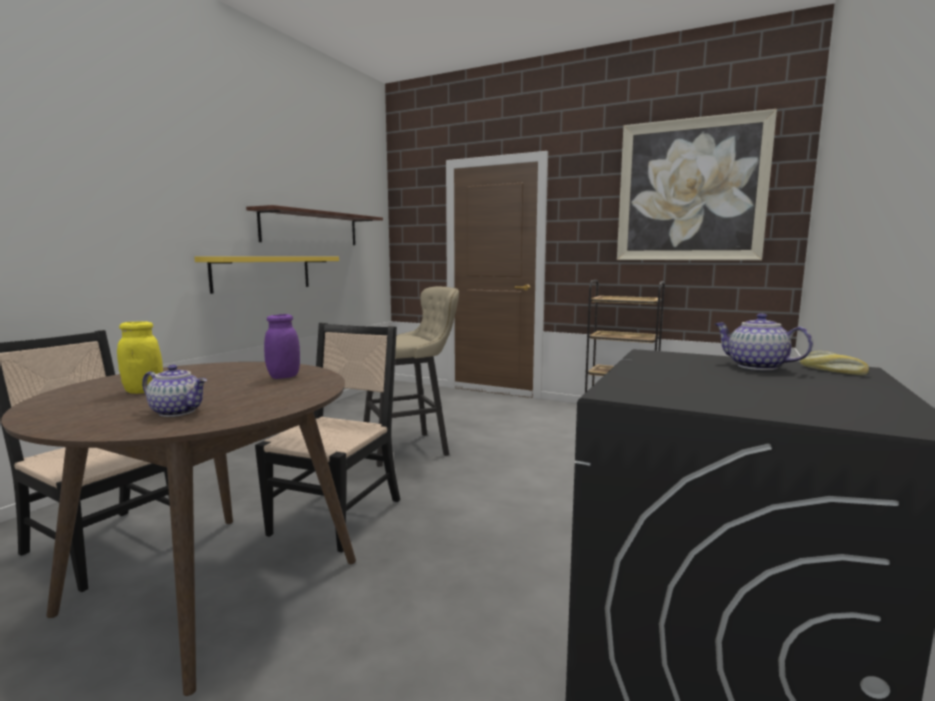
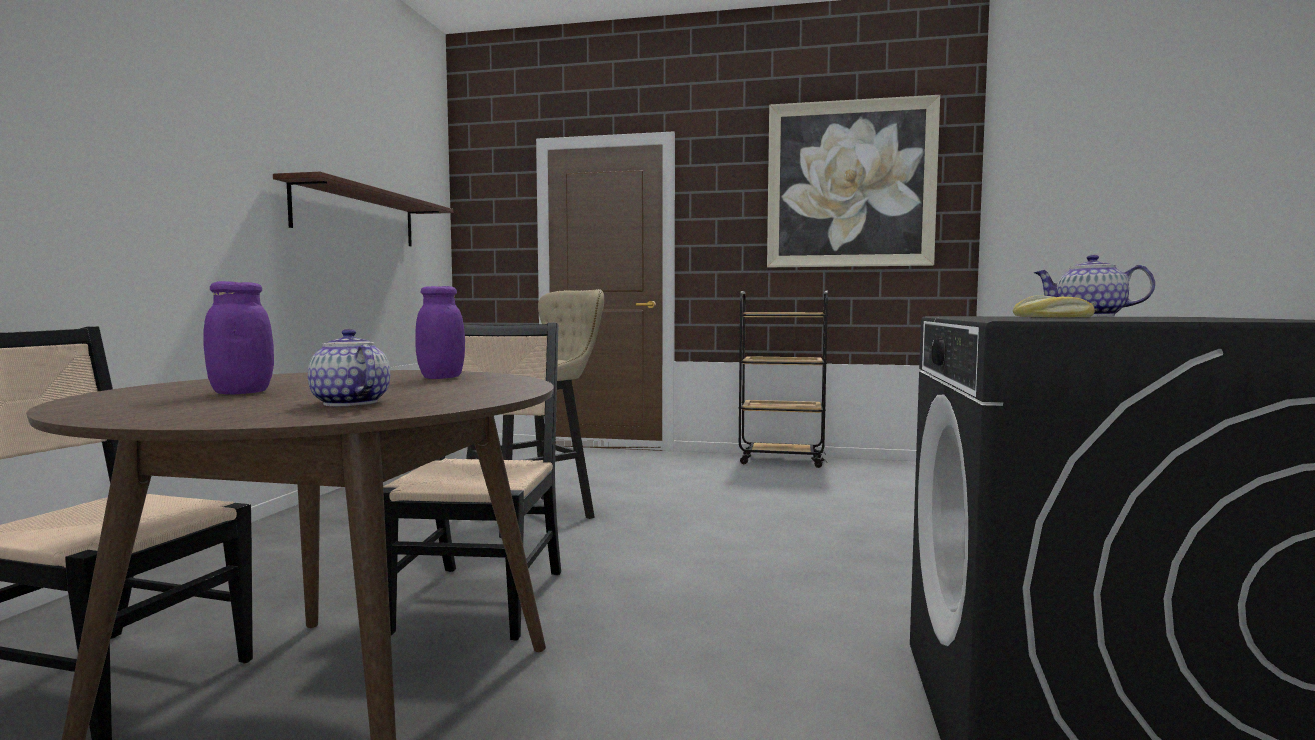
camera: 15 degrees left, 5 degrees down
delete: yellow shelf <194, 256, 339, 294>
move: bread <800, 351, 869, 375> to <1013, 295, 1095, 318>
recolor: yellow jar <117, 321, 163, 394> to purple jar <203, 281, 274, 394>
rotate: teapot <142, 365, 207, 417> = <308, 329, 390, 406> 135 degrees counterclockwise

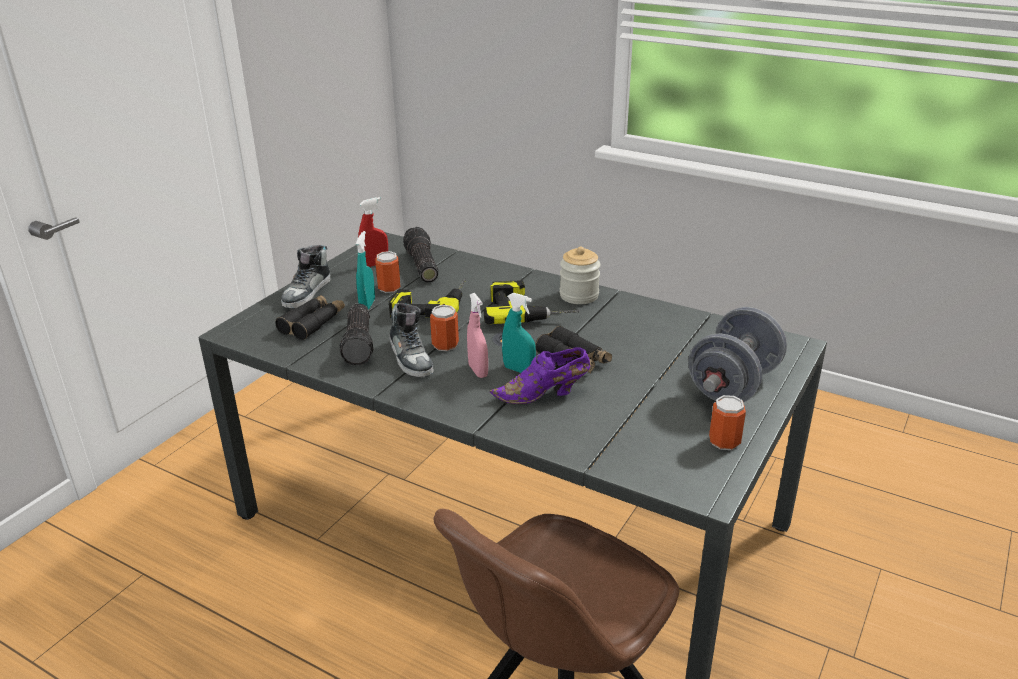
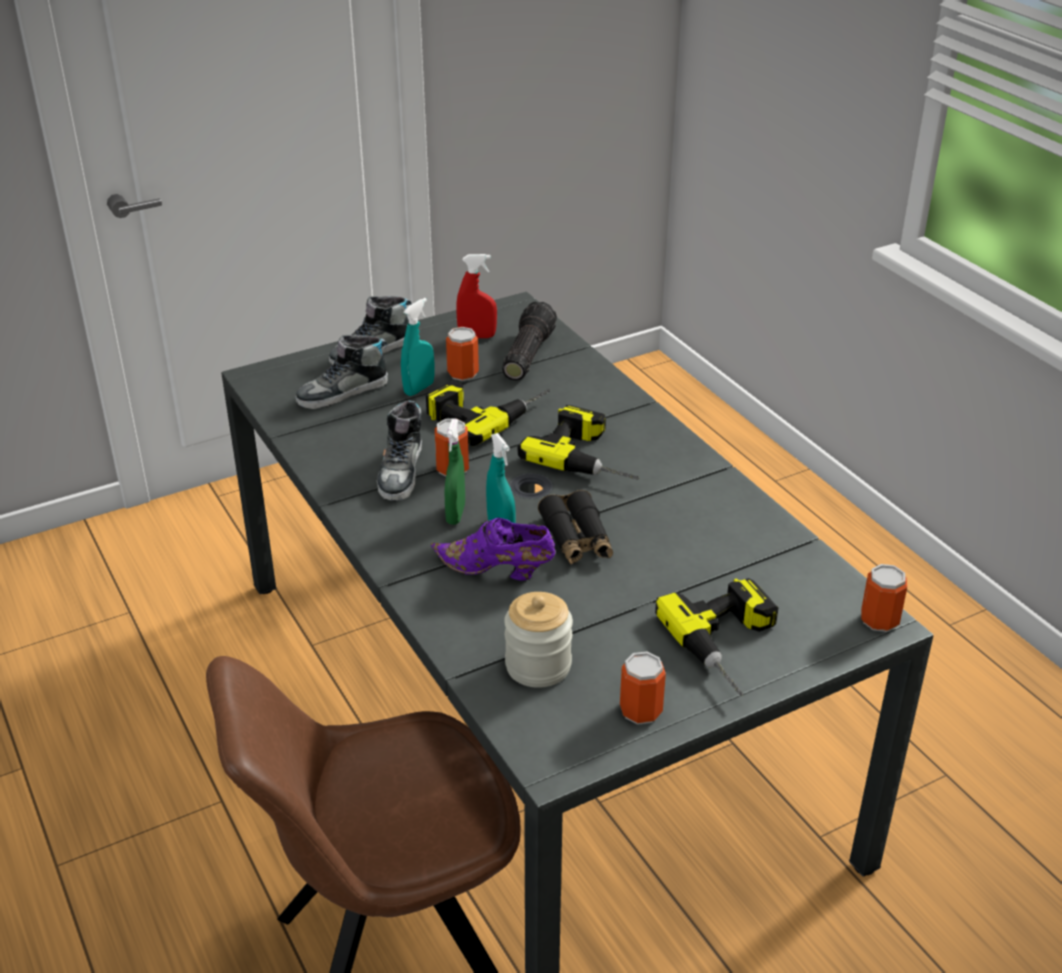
camera: 30 degrees right, 5 degrees up
delete: flashlight <339, 303, 373, 366>
insert: can <861, 564, 907, 632>
move: jar <560, 247, 601, 304> to <504, 592, 573, 688>
replace: black binoculars <275, 295, 345, 340> to shoe <296, 335, 388, 409>; grey dumbbell <688, 307, 787, 402> to power drill <655, 578, 778, 696>
recolor: pink spray bottle <467, 293, 488, 378> to green spray bottle <445, 419, 465, 525>

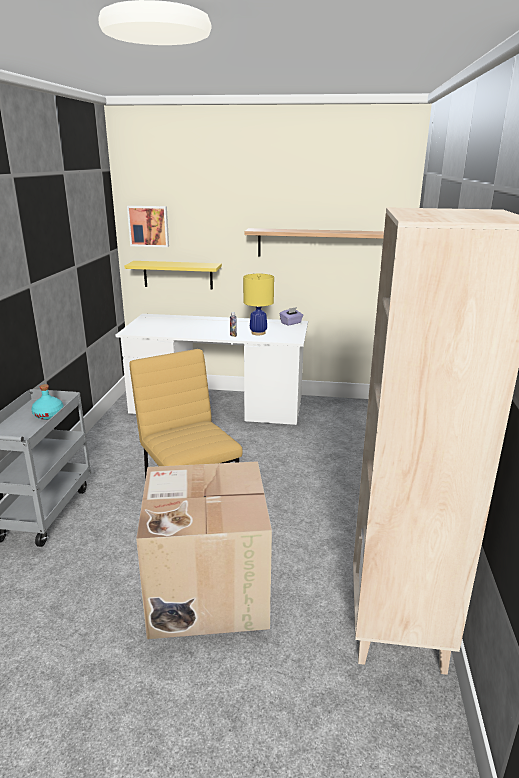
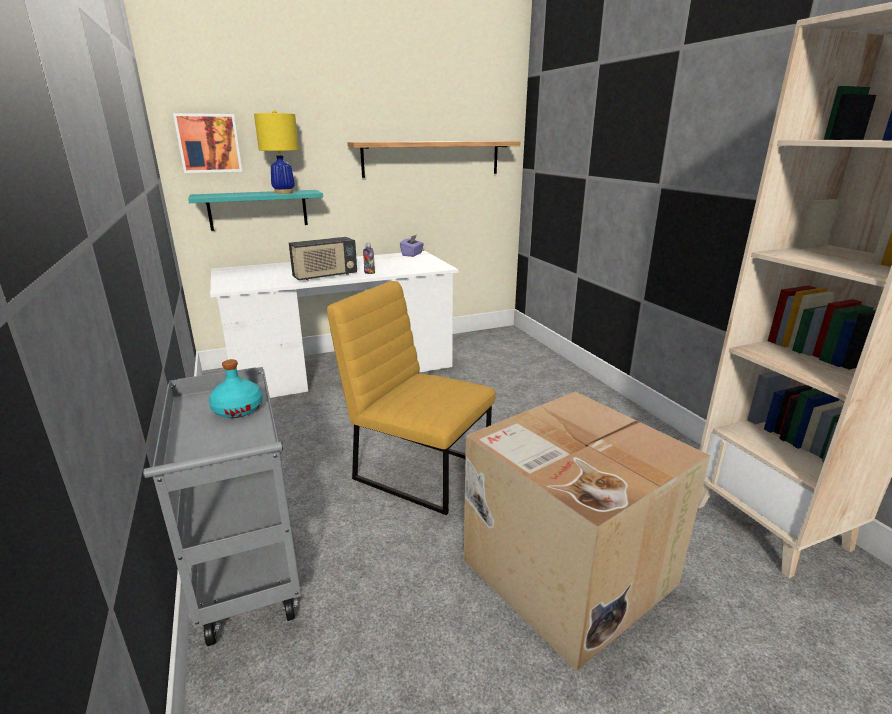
camera: 30 degrees left, 0 degrees up
insert: radio <289, 237, 357, 281>
move: yellow table lamp <243, 274, 274, 335> to <254, 110, 299, 193>
recolor: yellow shelf <125, 261, 222, 289> to turquoise shelf <188, 190, 323, 231>

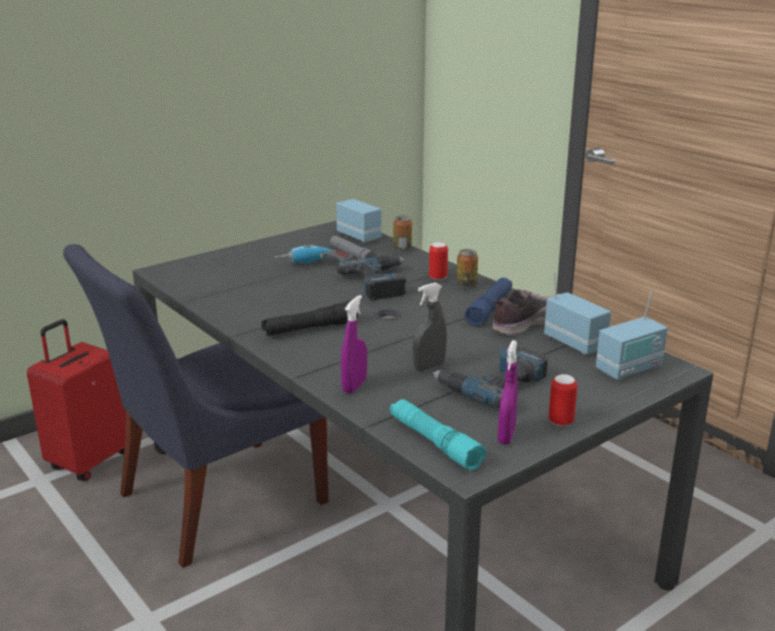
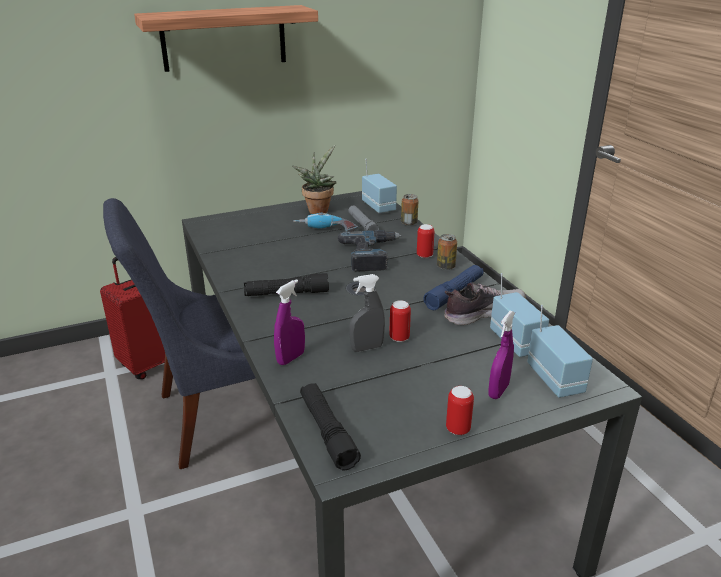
camera: 15 degrees right, 5 degrees up
delete: power drill <433, 345, 548, 409>
insert: shelf <134, 5, 318, 72>; potted plant <292, 145, 337, 214>; can <389, 300, 411, 342>
move: purple spray bottle <498, 340, 518, 444> to <488, 311, 515, 399>
recolor: turquoise flashlight <390, 399, 486, 471> to black flashlight <300, 383, 361, 471>
rotate: radio <596, 292, 668, 380> = <527, 305, 593, 398> 90 degrees counterclockwise

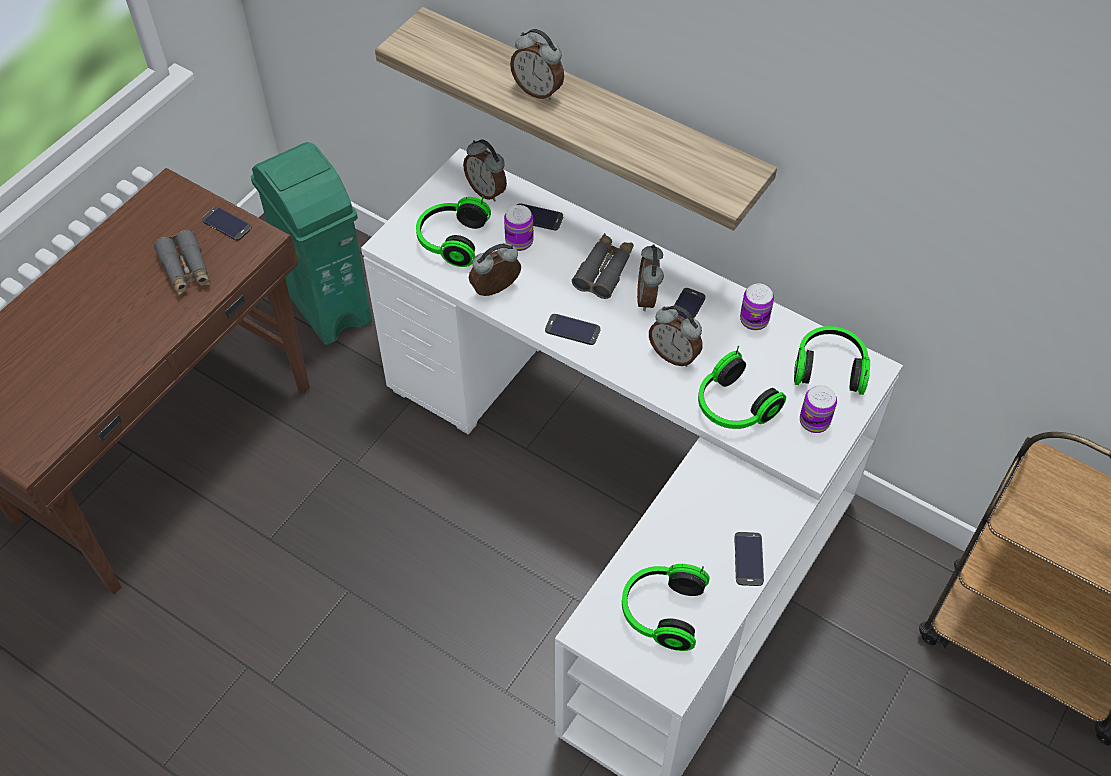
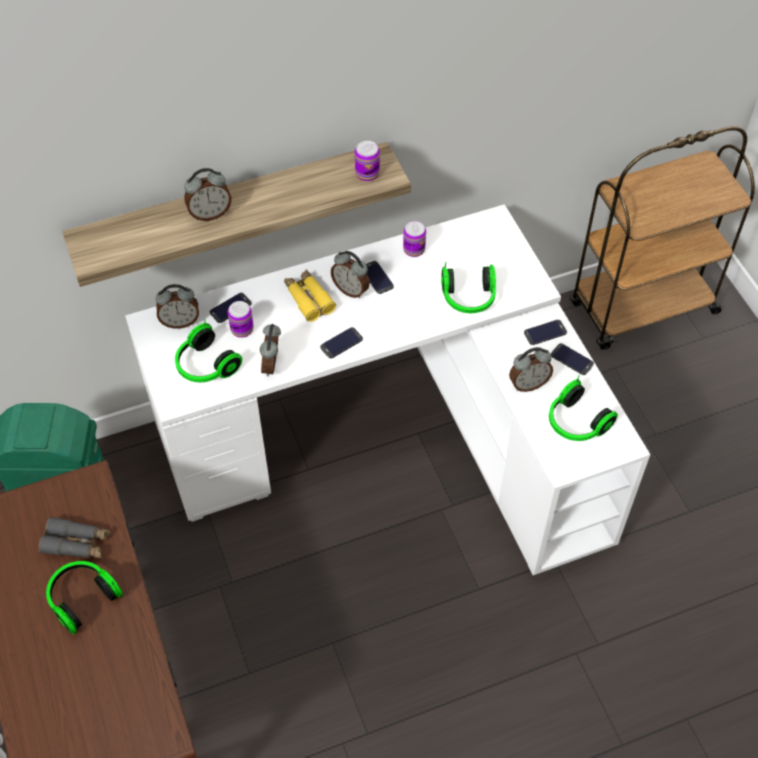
camera: 55 degrees left, 0 degrees up
move: headphones <794, 326, 870, 395> to <46, 561, 123, 634>; can <800, 385, 837, 433> to <355, 141, 380, 181>; alarm clock <649, 306, 703, 367> to <509, 347, 553, 392>; phone <202, 207, 252, 241> to <524, 320, 567, 345>
recolor: grey binoculars <572, 233, 634, 299> to yellow binoculars <284, 270, 336, 322>

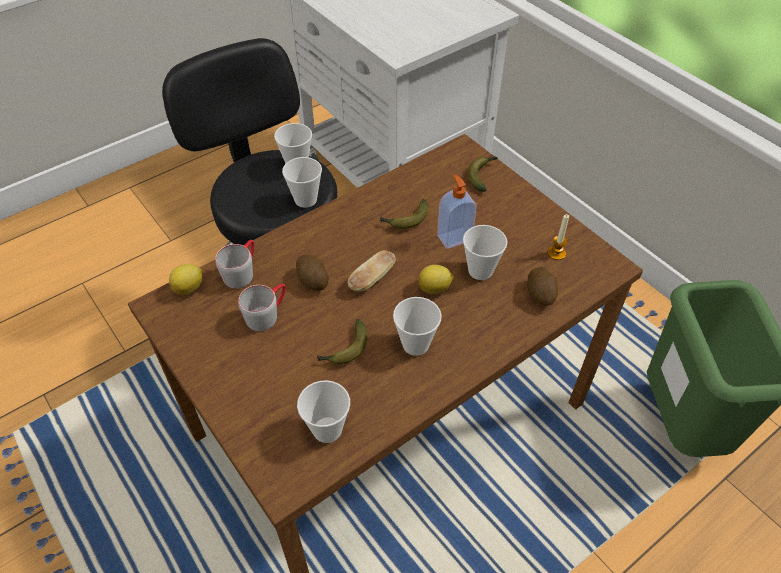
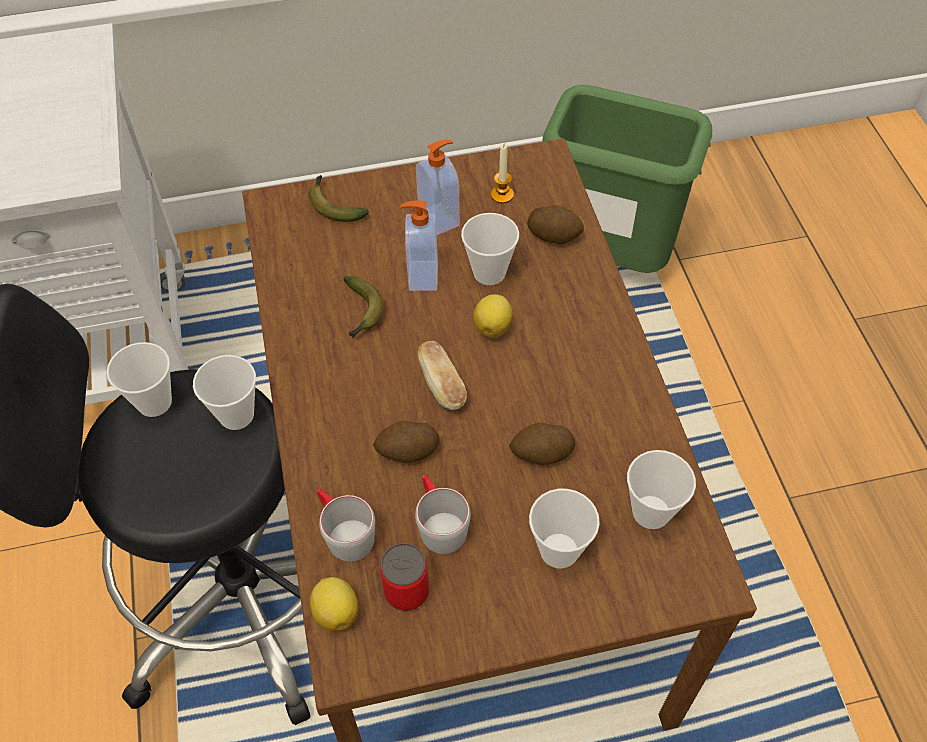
camera: 65 degrees left, 5 degrees up
insert: can <380, 543, 429, 611>; soap dispenser <416, 140, 460, 235>
move: cup <393, 297, 442, 356> to <529, 489, 600, 568>
replace: banana <317, 319, 367, 364> to potato <509, 423, 575, 465>

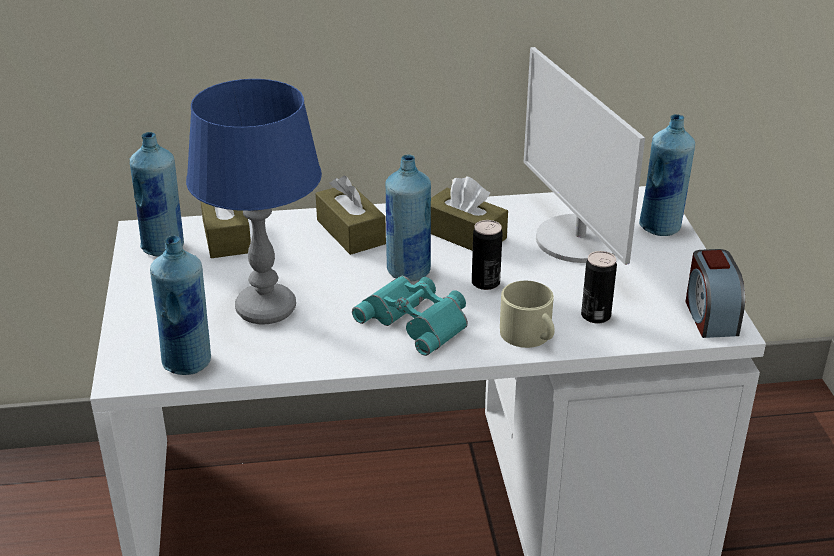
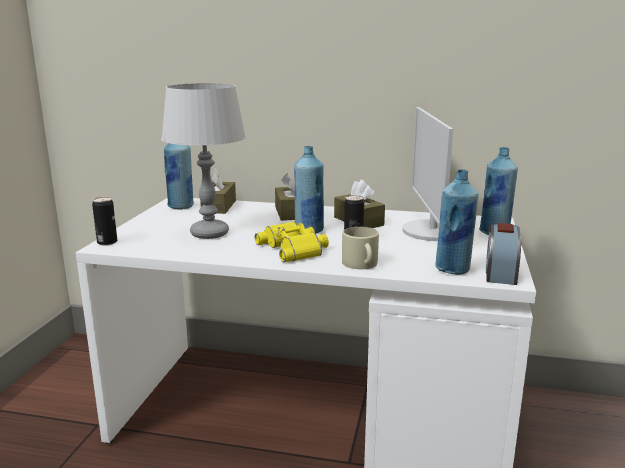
camera: 20 degrees right, 15 degrees down
move: can <581, 251, 617, 324> to <92, 197, 117, 245>; blue bottle <150, 236, 211, 375> to <435, 169, 479, 275>
recolor: blue table lamp <186, 79, 322, 324> to grey table lamp <161, 83, 246, 239>; turquoise binoculars <352, 276, 468, 356> to yellow binoculars <255, 222, 329, 262>

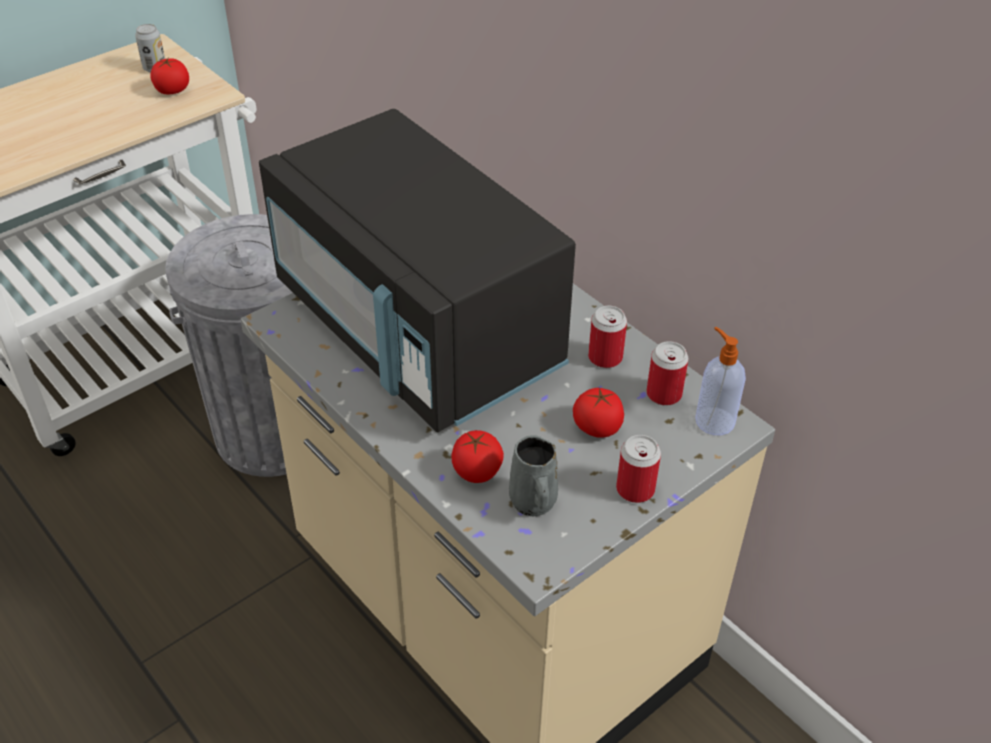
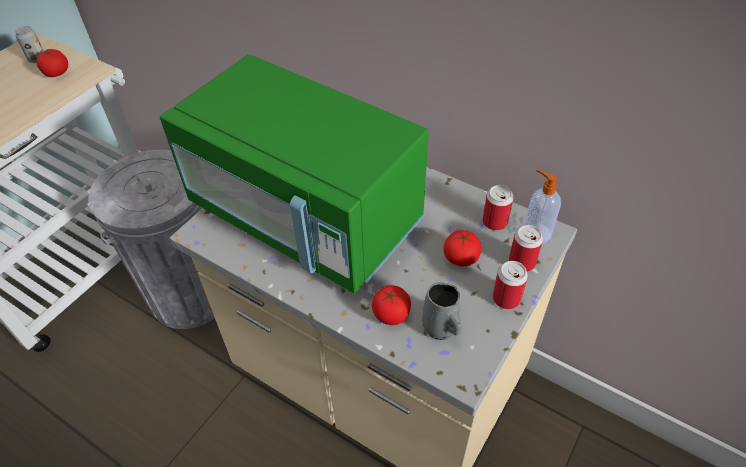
camera: 15 degrees left, 5 degrees up
move: can <588, 306, 627, 368> to <509, 225, 543, 272>
recolor: black microwave <259, 109, 576, 432> to green microwave <160, 55, 429, 293>

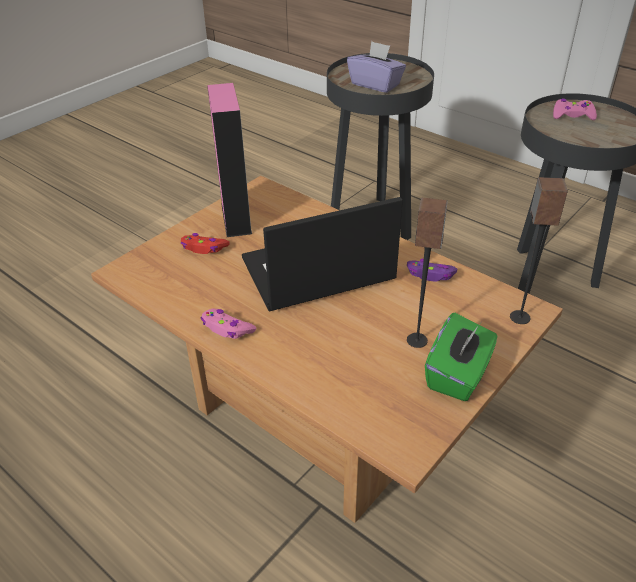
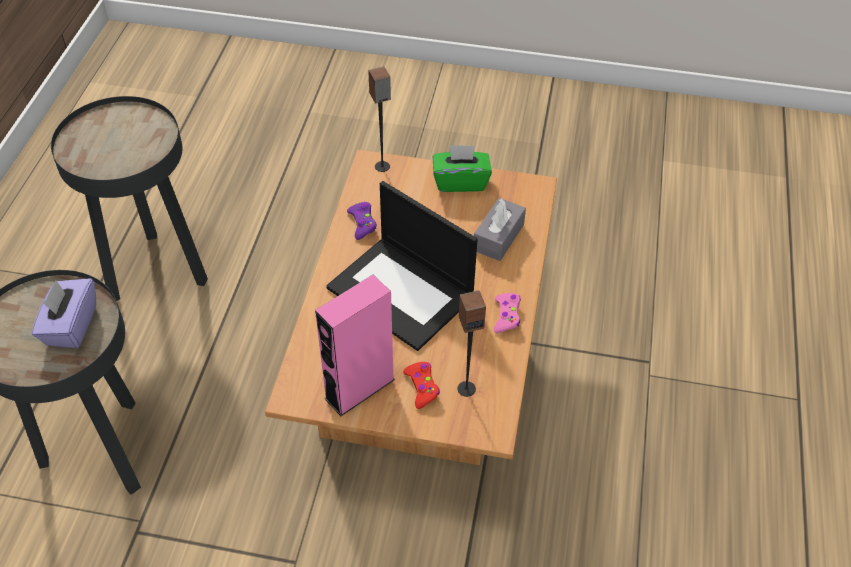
camera: 120 degrees left, 10 degrees up
delete: pink game controller <553, 98, 597, 120>
insert: grey tissue box <474, 198, 526, 261>
move: speaker <407, 198, 448, 348> to <457, 290, 486, 397>

